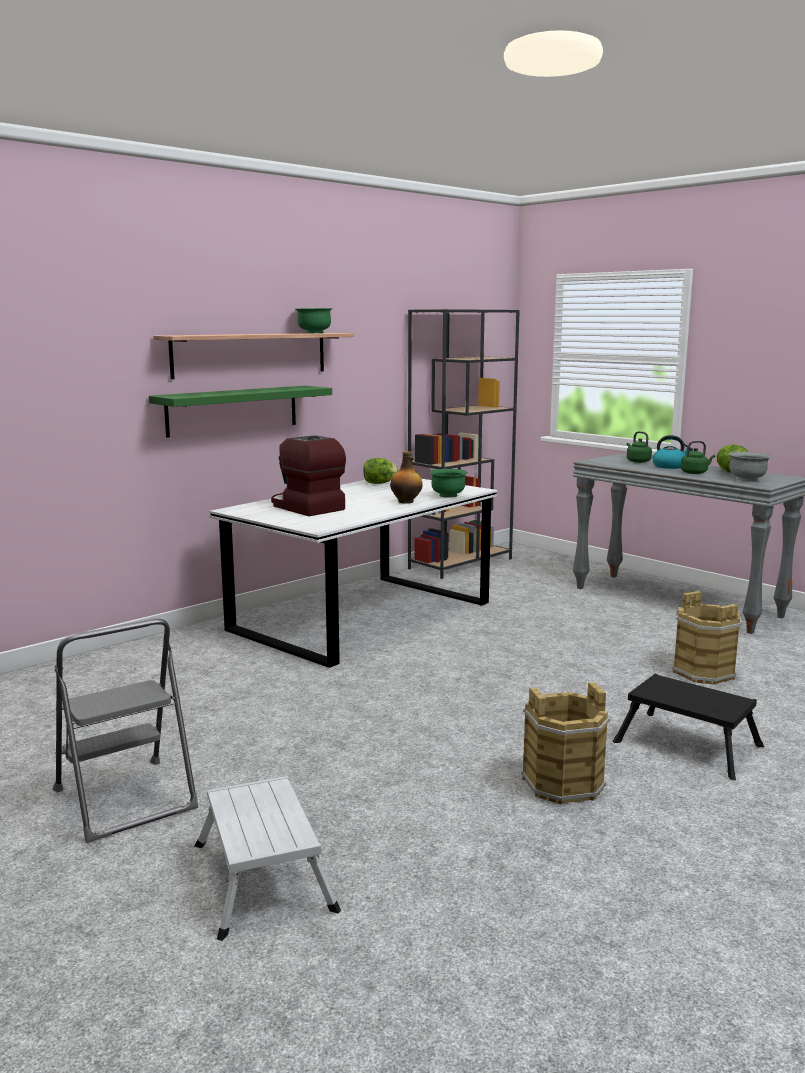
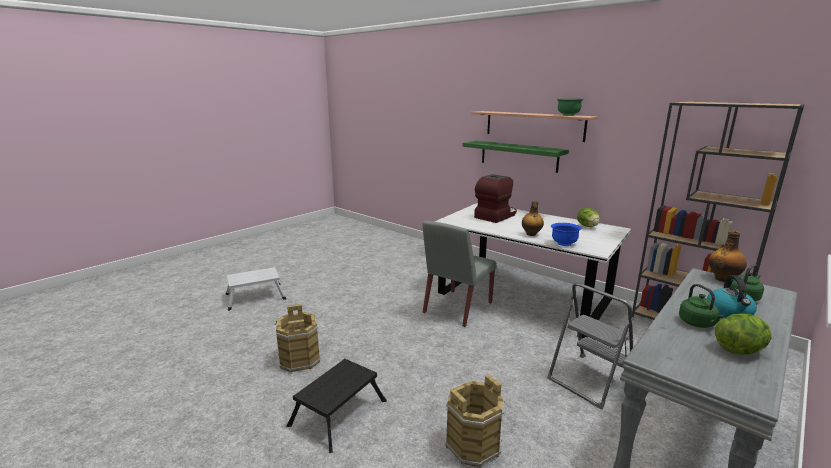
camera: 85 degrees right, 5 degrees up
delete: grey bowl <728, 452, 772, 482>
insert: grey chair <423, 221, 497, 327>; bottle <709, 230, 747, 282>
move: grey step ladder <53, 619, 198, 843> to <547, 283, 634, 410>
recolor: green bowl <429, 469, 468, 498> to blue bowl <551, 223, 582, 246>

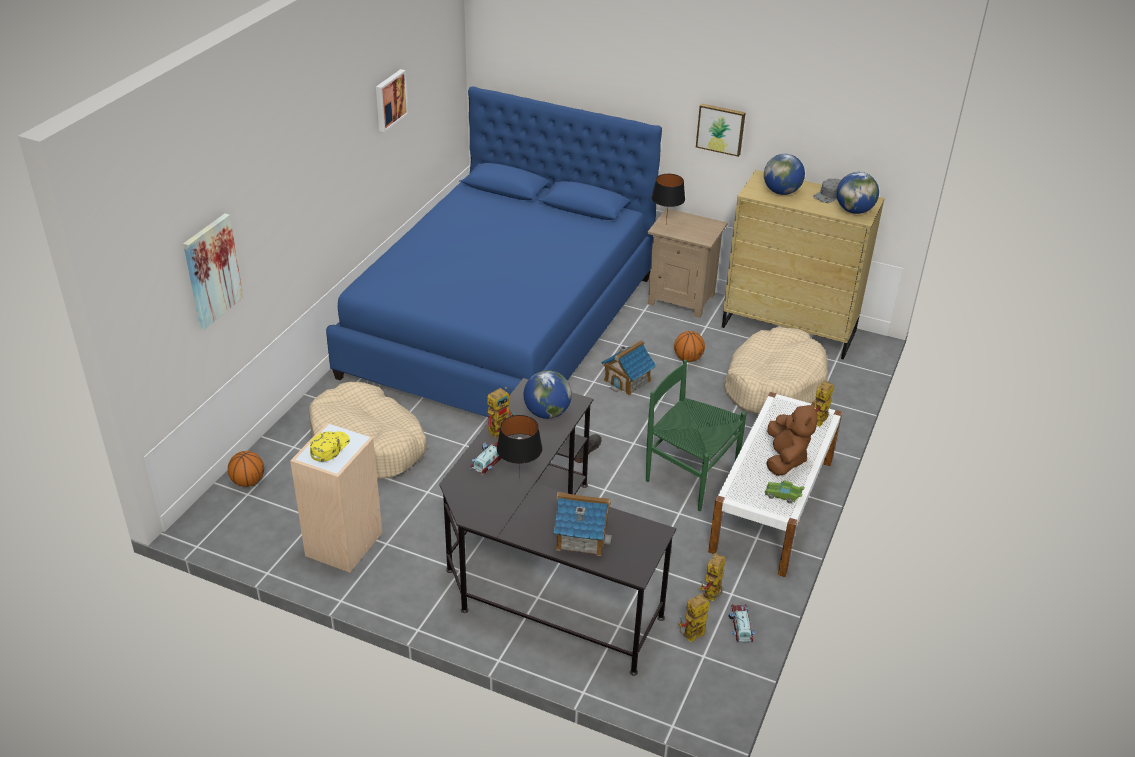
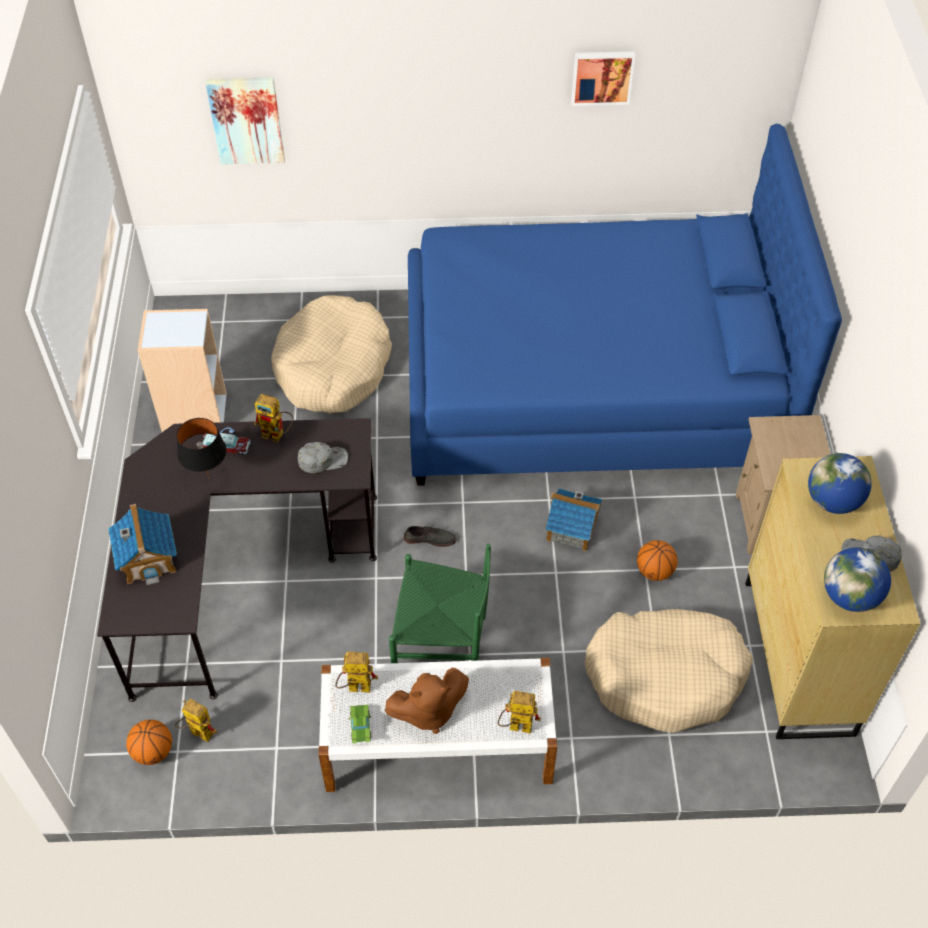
camera: 65 degrees right, 15 degrees up
delete: yellow cap <310, 431, 350, 462>; black table lamp <652, 174, 685, 223>; picture <696, 103, 746, 157>; toy car <729, 604, 756, 643>
move: basketball <228, 451, 264, 487> to <126, 720, 172, 765>; toy robot <700, 553, 726, 601> to <335, 652, 378, 693>
replace: globe <524, 370, 572, 419> to grey cap <298, 442, 348, 473>
rotate: green chair <646, 359, 746, 511> = <389, 544, 491, 682> 90 degrees clockwise

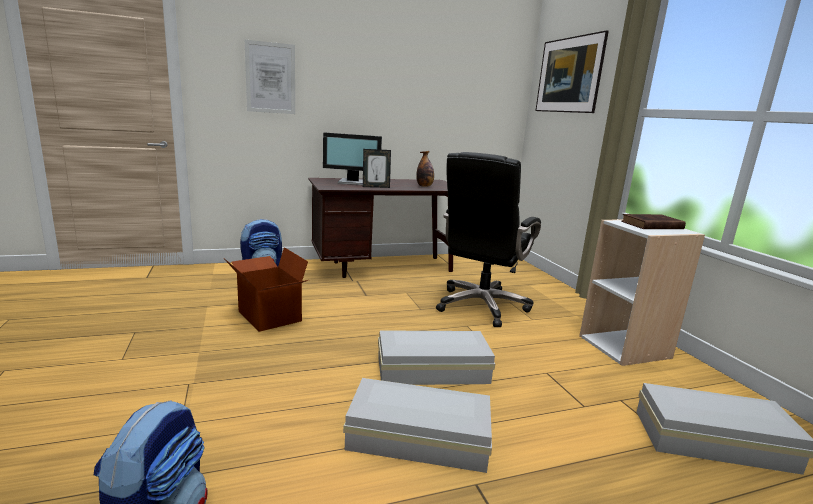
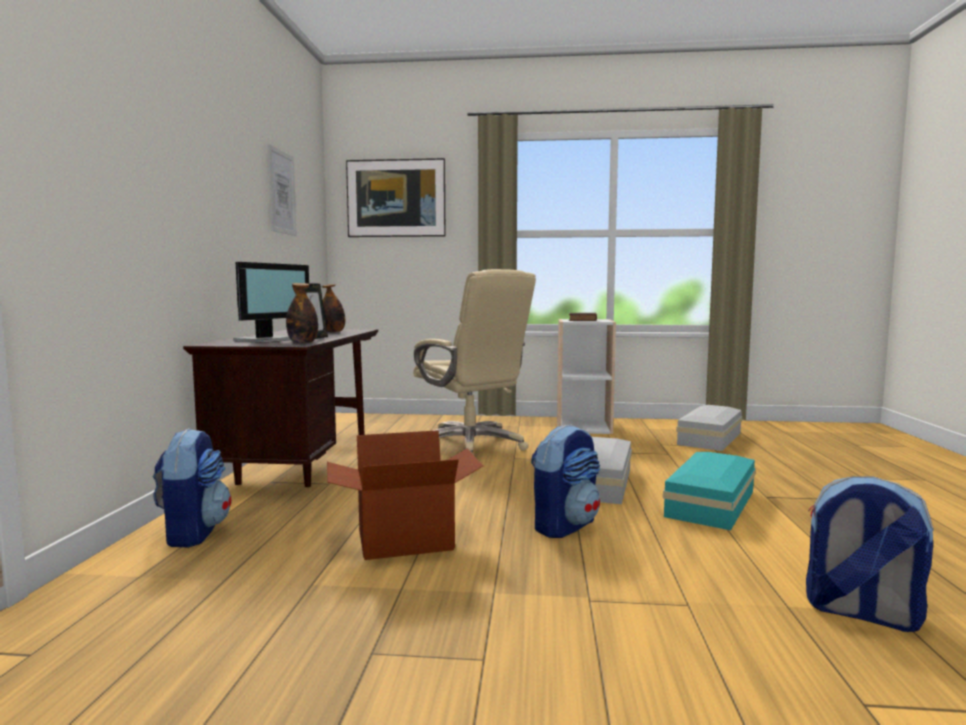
camera: 65 degrees left, 10 degrees down
insert: bottle <286, 283, 318, 344>; backpack <531, 424, 600, 538>
move: picture <245, 40, 295, 114> to <268, 144, 297, 236>
recolor: black office chair <436, 152, 541, 327> to beige office chair <413, 269, 536, 455>; white storage box <343, 378, 492, 473> to turquoise storage box <663, 452, 756, 530>

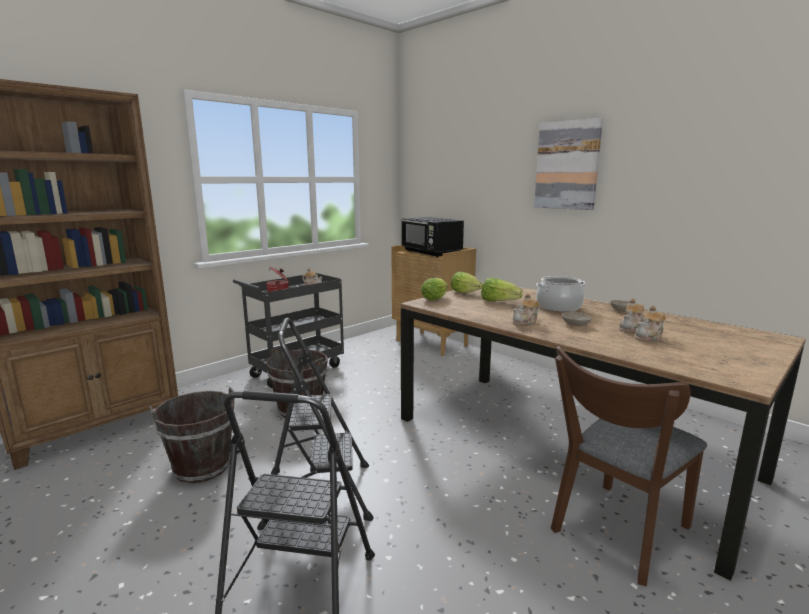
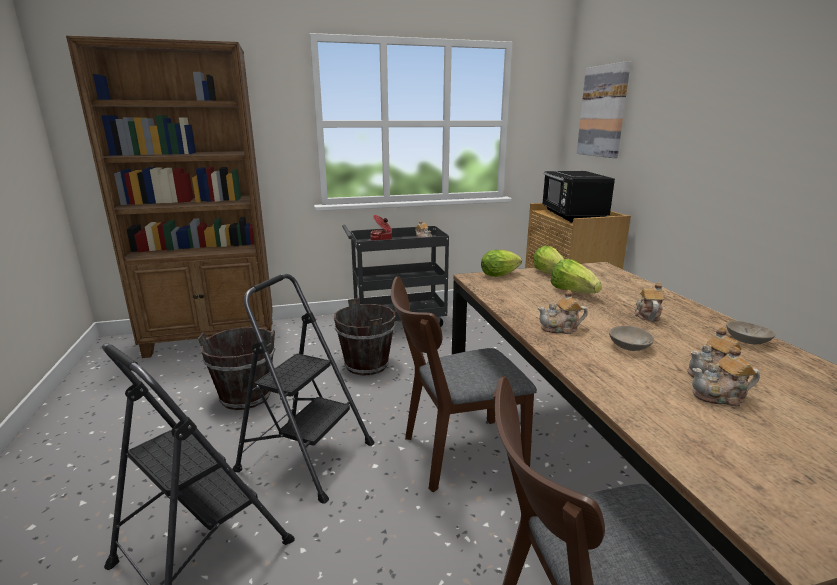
camera: 30 degrees right, 5 degrees up
insert: brown chair <391, 276, 537, 492>
move: picture <534, 118, 603, 210> to <577, 61, 631, 158>
replace: cooking pot <536, 276, 586, 312> to teapot <634, 282, 665, 321>

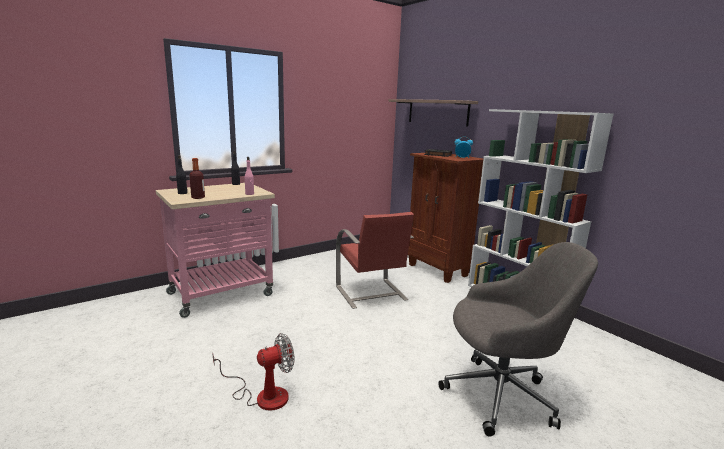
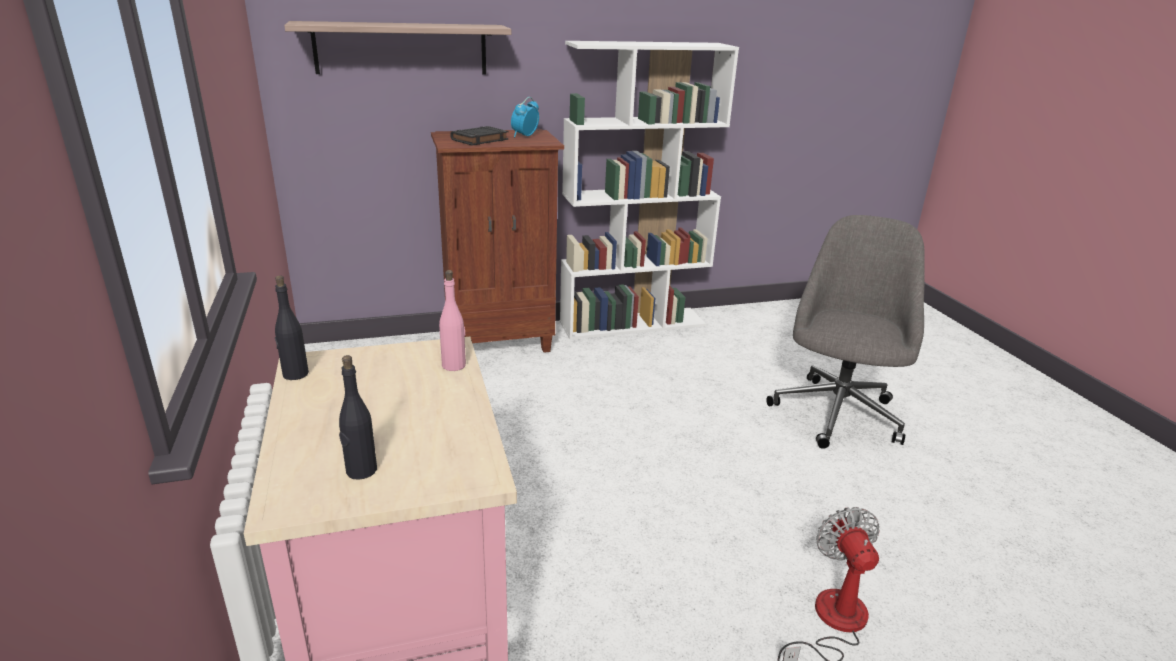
camera: 70 degrees left, 10 degrees up
delete: bottle <189, 158, 205, 199>; red chair <336, 212, 414, 309>

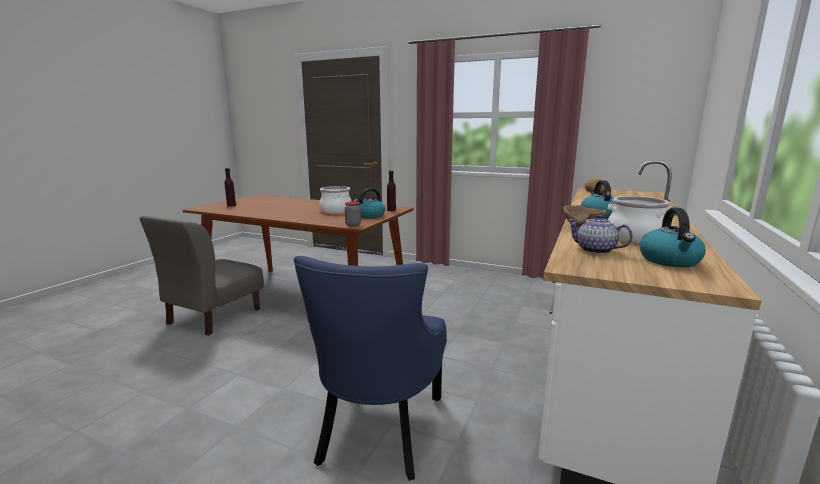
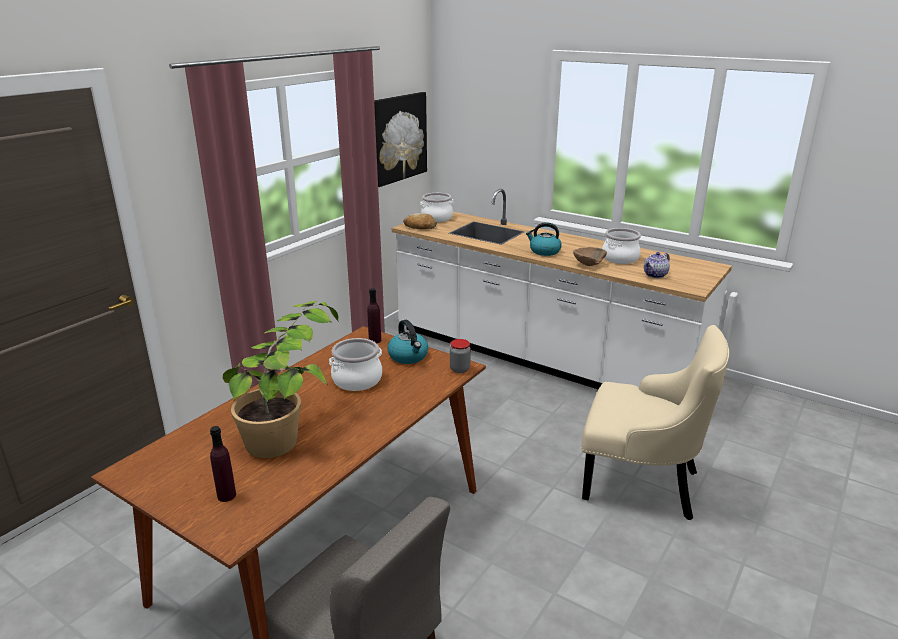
camera: 80 degrees left, 10 degrees up
delete: kettle <639, 208, 706, 267>
insert: potted plant <223, 301, 339, 458>; picture <374, 92, 427, 187>; cooking pot <420, 193, 453, 222>
recolor: blue chair <294, 256, 447, 481> to beige chair <581, 325, 729, 520>

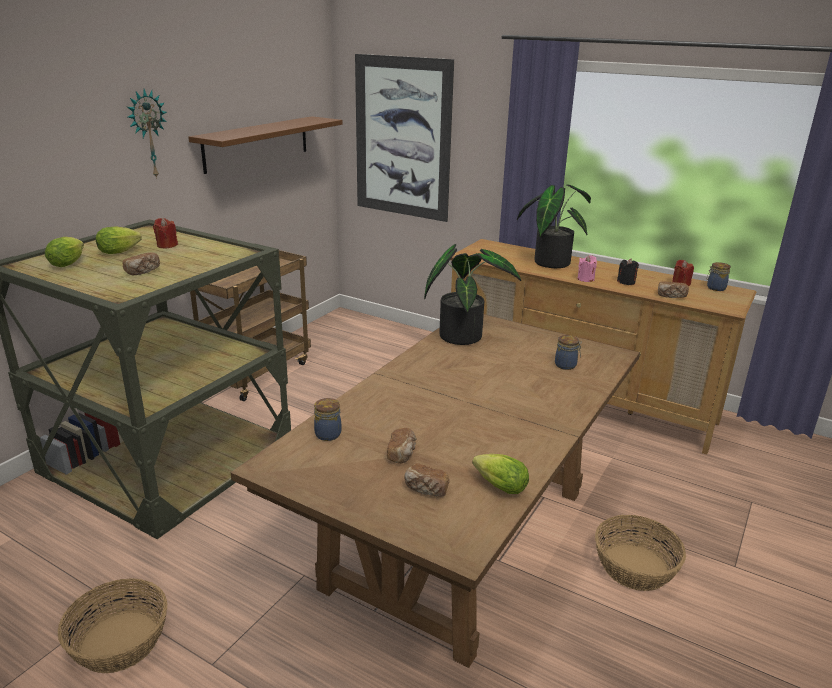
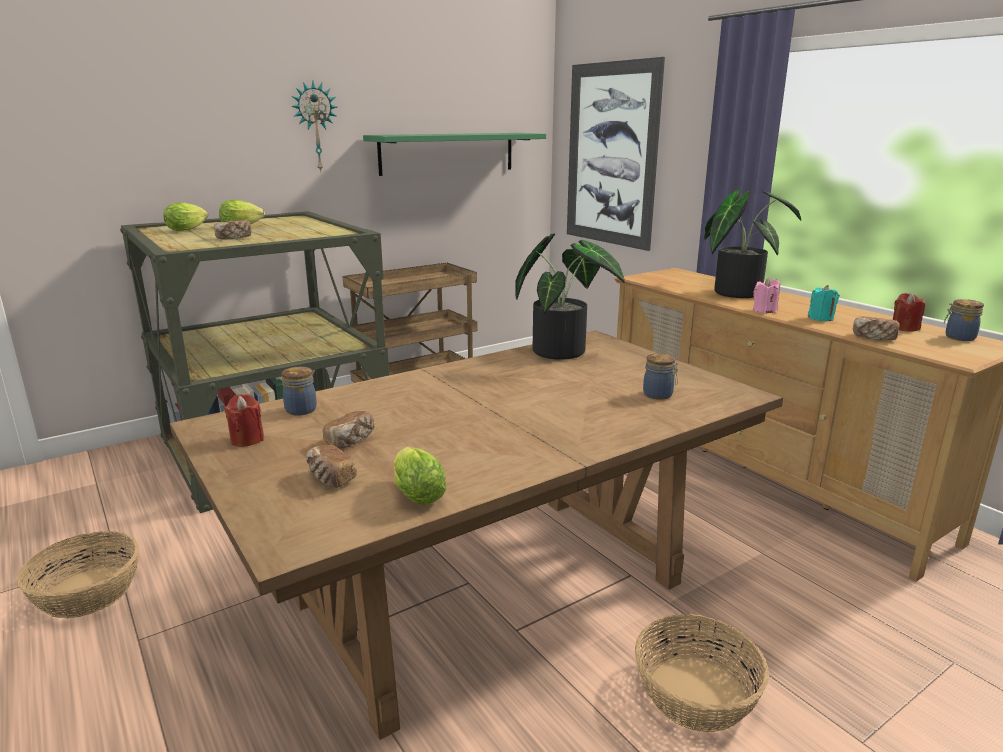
camera: 25 degrees right, 5 degrees down
move: red candle <153, 218, 178, 248> to <224, 394, 264, 447>
recolor: brown shelf <188, 116, 342, 174> to green shelf <363, 133, 546, 176>; black candle <617, 258, 639, 285> to turquoise candle <808, 285, 839, 321>

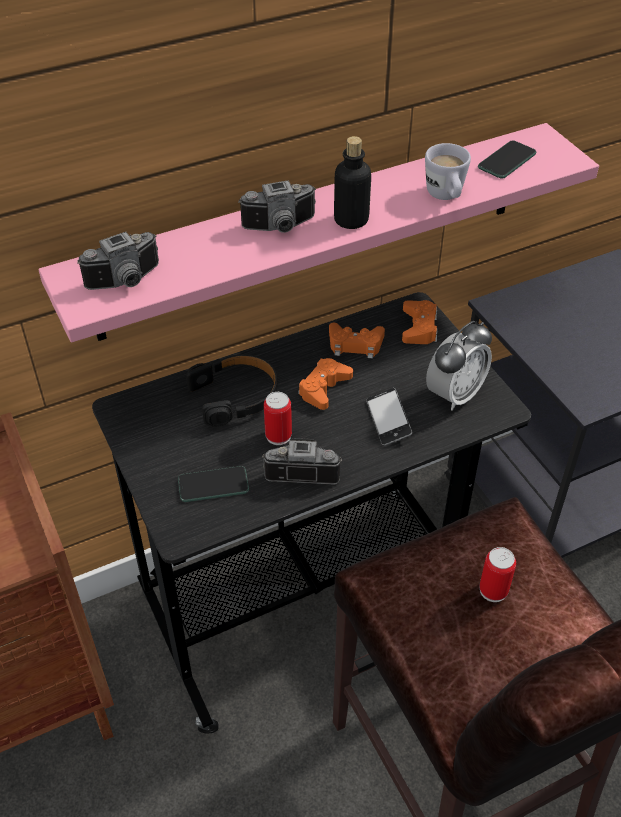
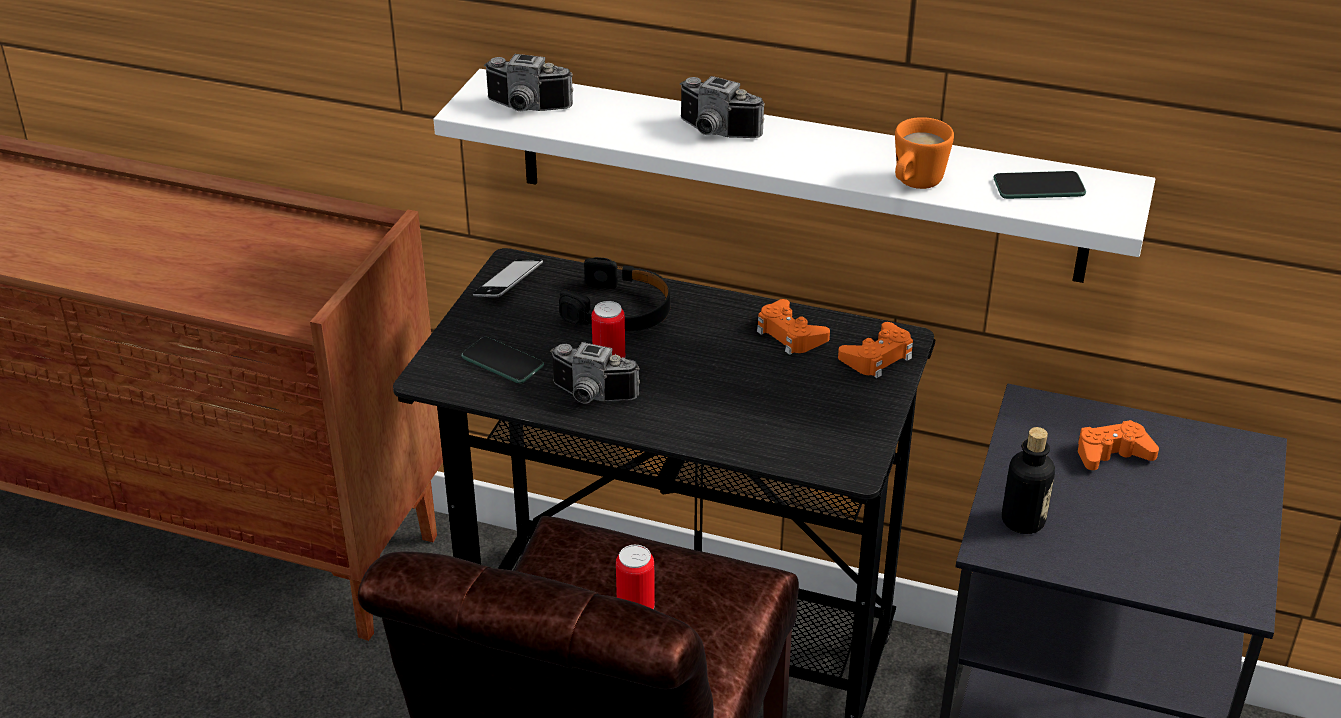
camera: 45 degrees right, 10 degrees down
delete: alarm clock <426, 321, 492, 411>
move: phone <366, 388, 413, 446> to <473, 259, 543, 297>; bottle <334, 136, 371, 229> to <1002, 427, 1055, 534>; orange game controller <298, 358, 353, 410> to <1078, 420, 1159, 470>
recolor: pink shelf <38, 123, 599, 343> to white shelf <433, 69, 1155, 283>; white mug <425, 143, 471, 200> to orange mug <895, 117, 954, 189>
rotate: photo camera <262, 438, 342, 485> = <550, 342, 640, 404> 150 degrees clockwise

